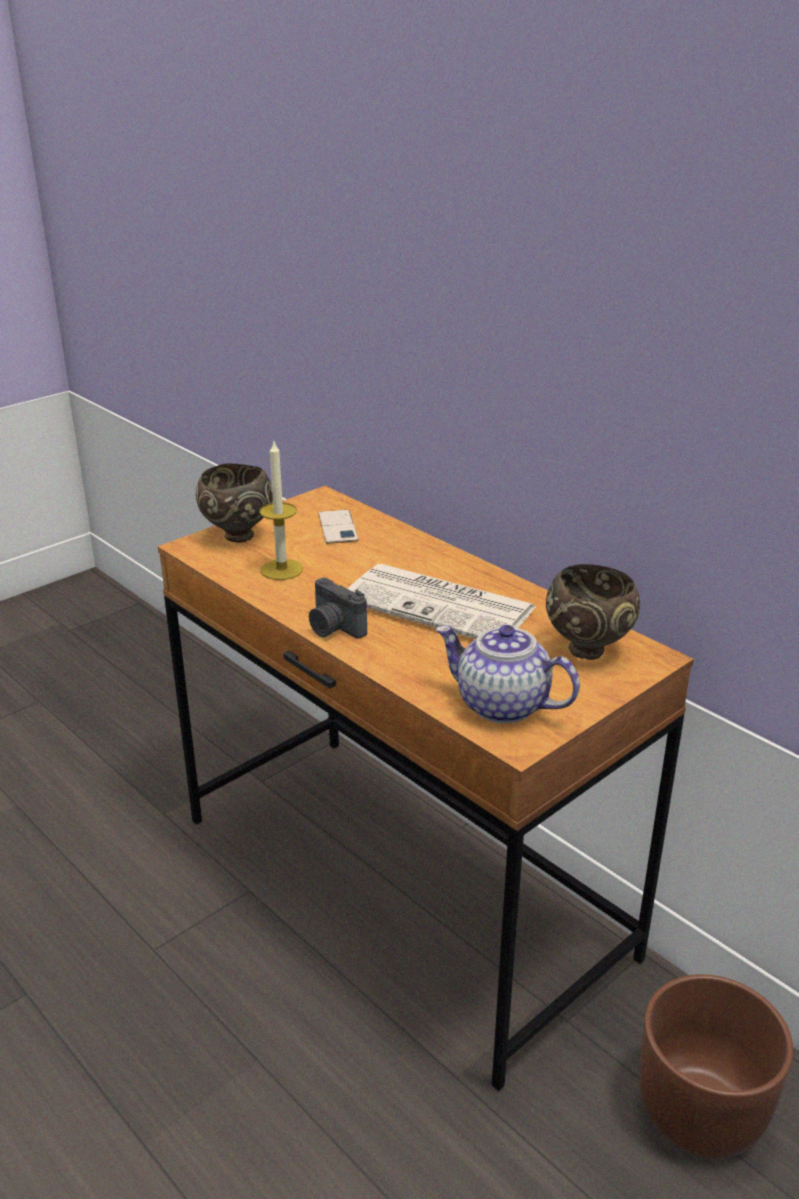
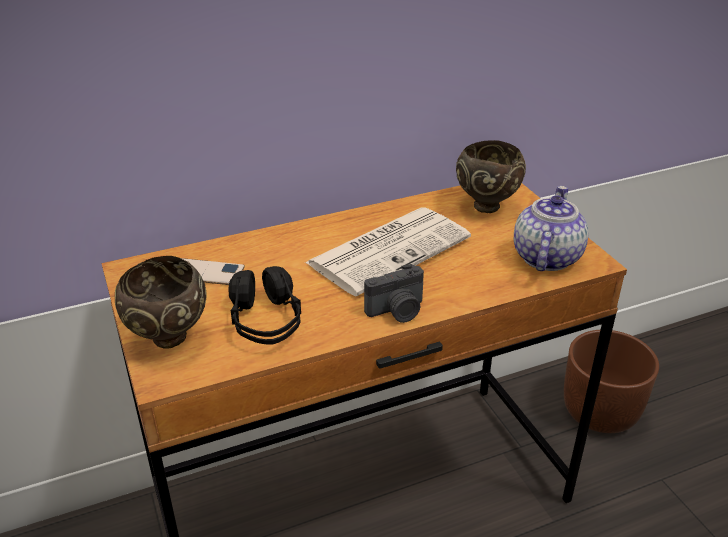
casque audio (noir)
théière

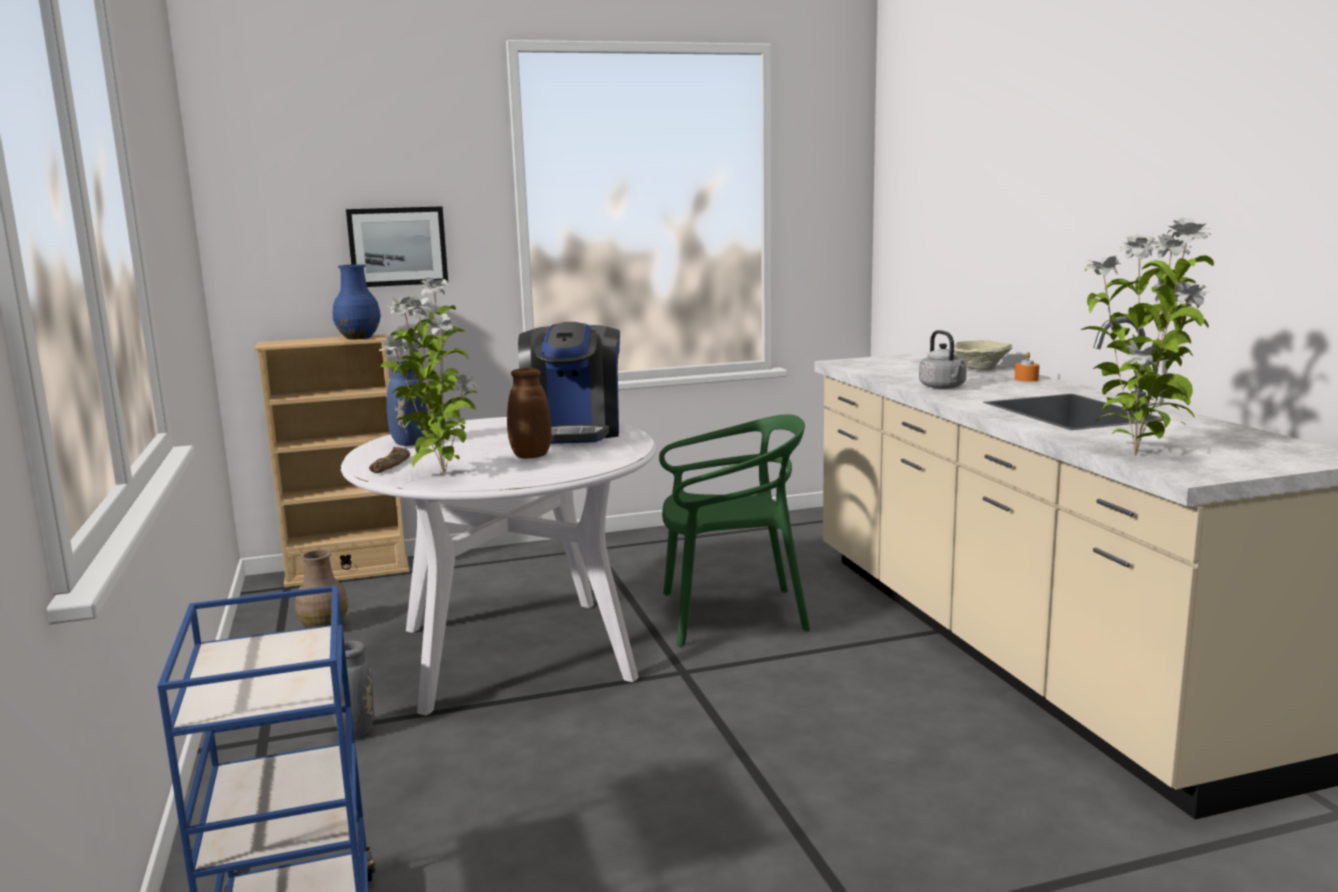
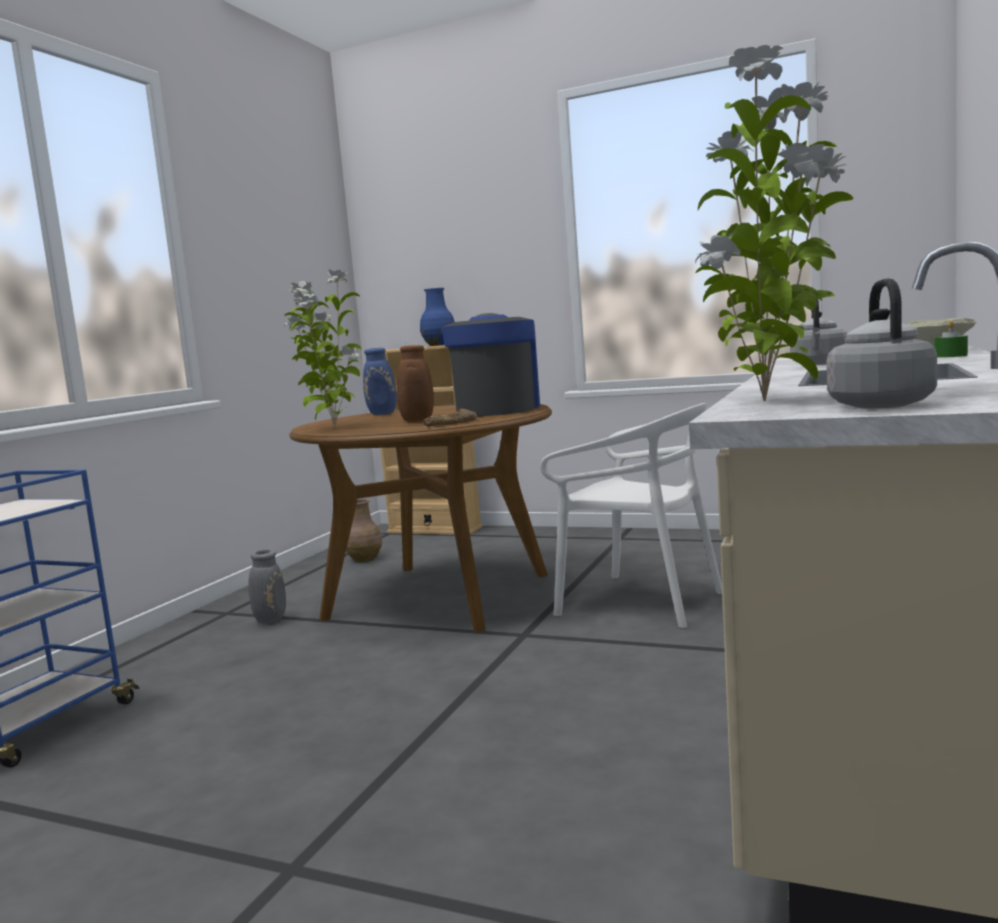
tableau
machine à café
bougie (vert)
chaise (blanc)
table à manger (marron)
pain
bouilloire (gris) (2nd from left)

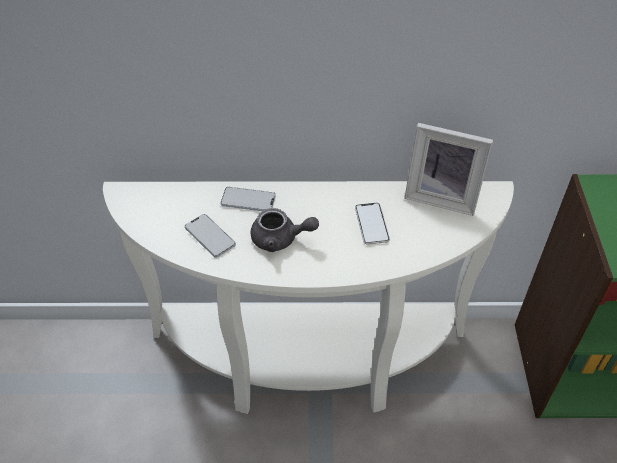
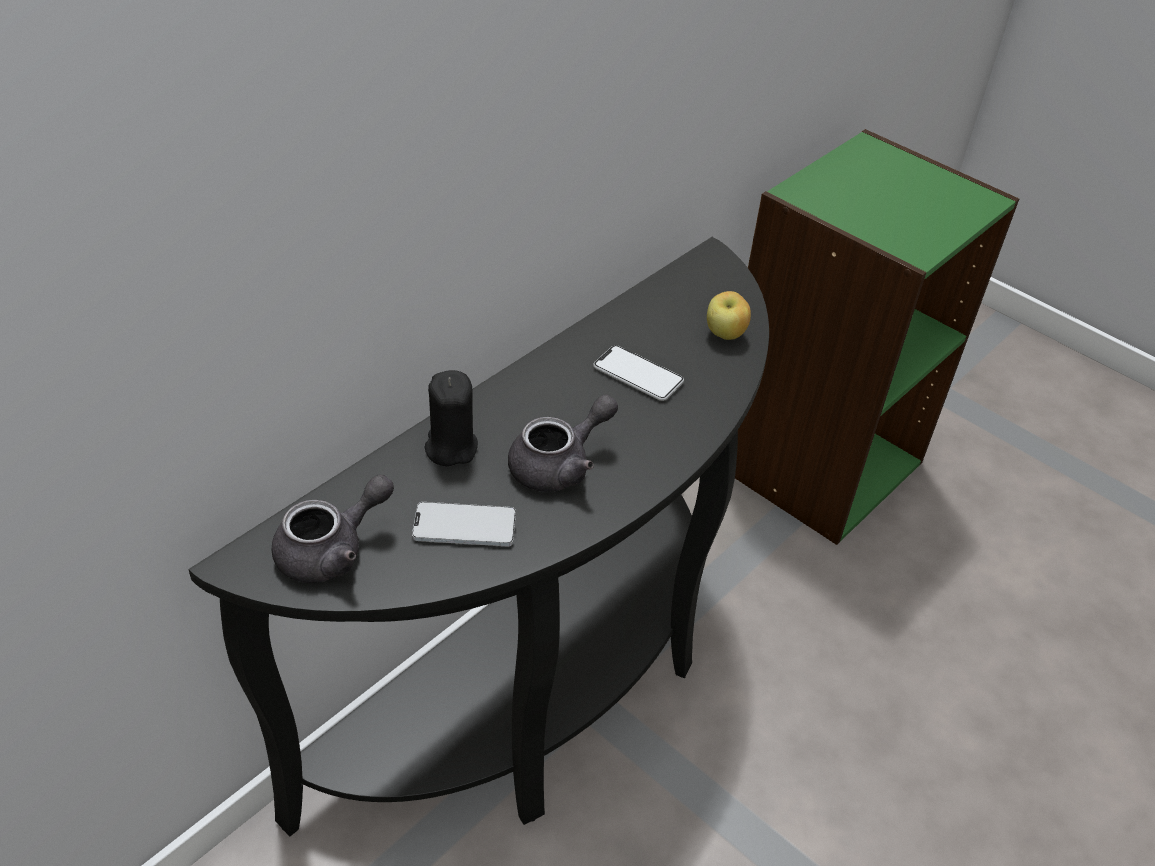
cadre photo
table console (noir)
bougie (noir)
pomme
théière (gris) (1st from left)

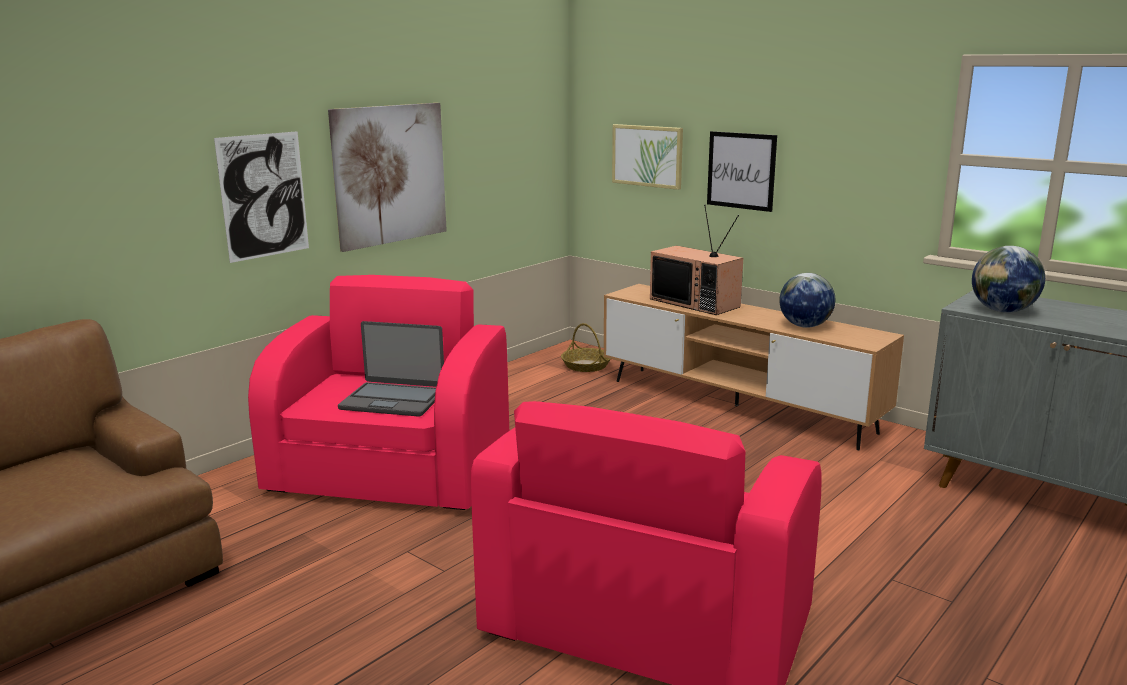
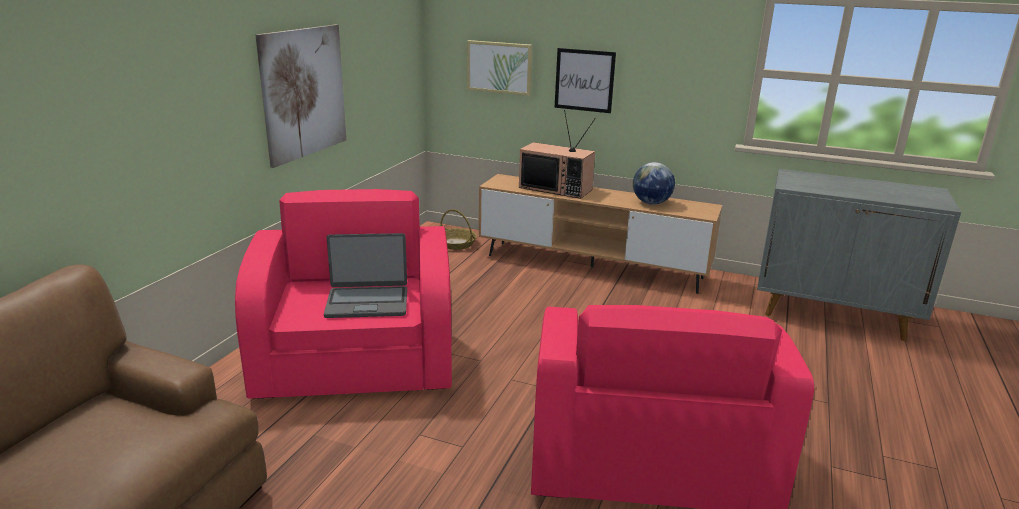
tableau (1st from left in the first image)
globe (2nd from left in the first image)

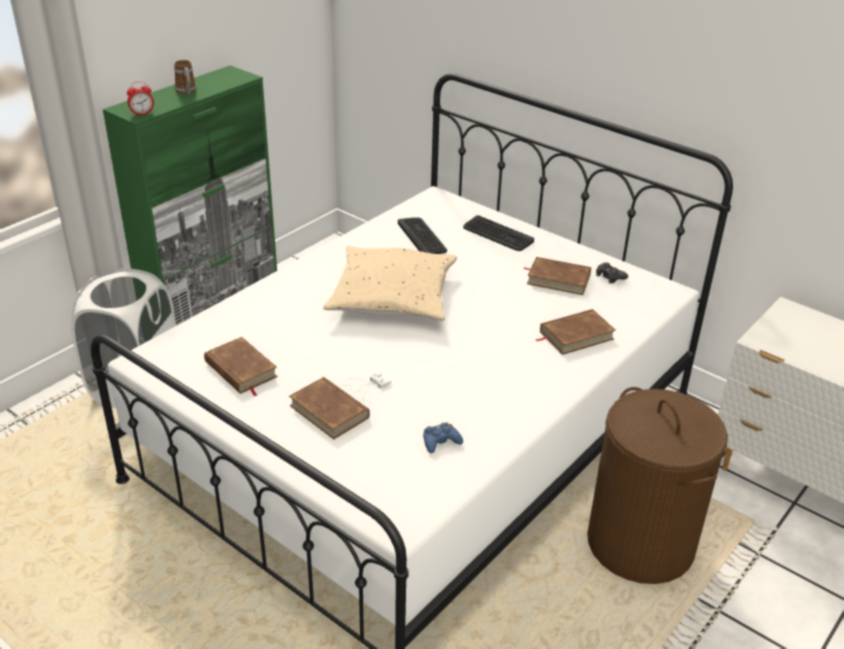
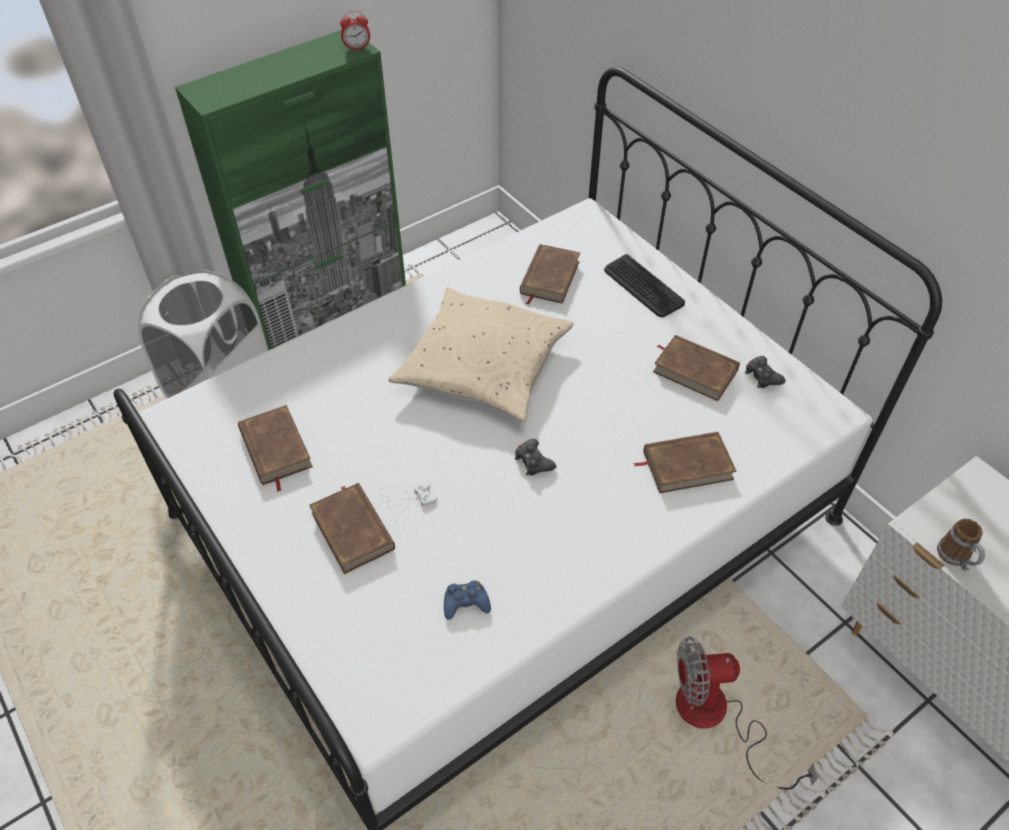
mug
réveil
livre (marron) (3rd from left)
ventilateur
manette (noir) (1st from left)

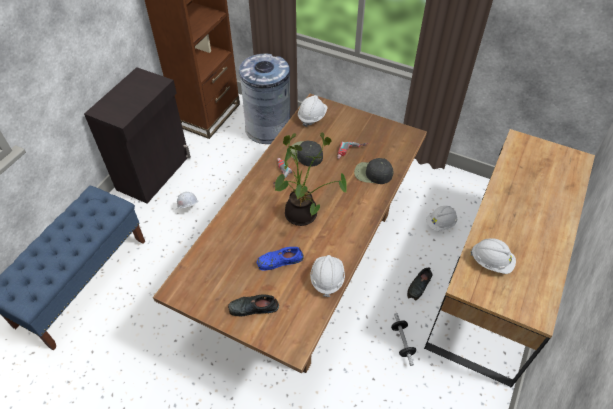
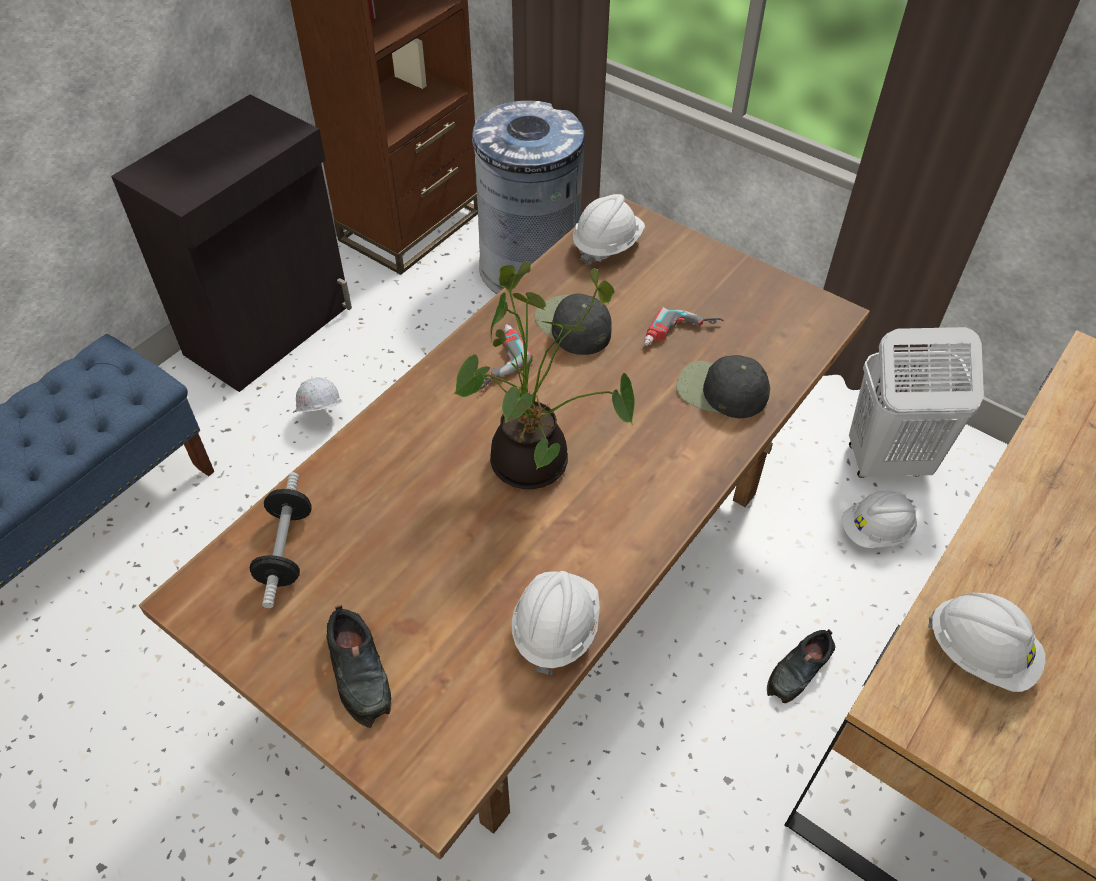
chaussure (bleu)
chaussure (noir) (1st from left)
haltère
panier à linge (blanc)

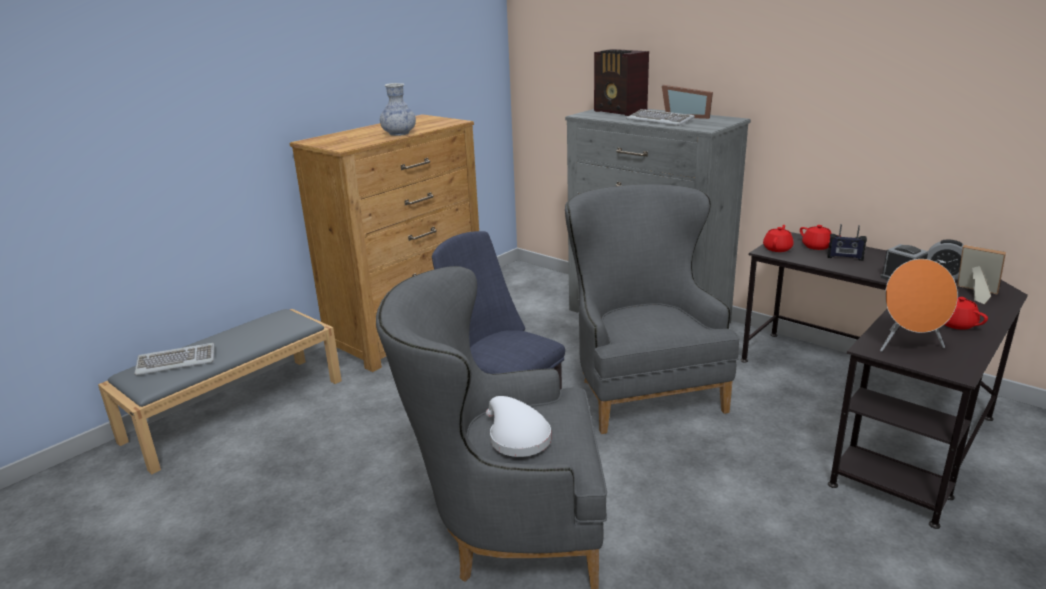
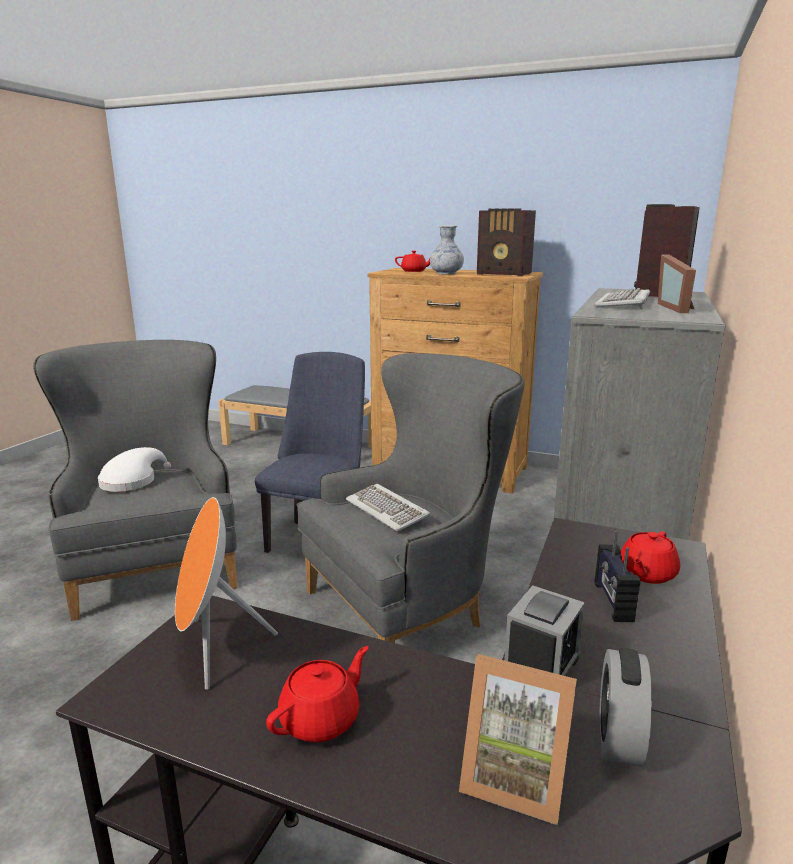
théière (rouge) (2nd from left)
cadre photo (1st from left)
clavier (1st from left)
radio (1st from left)

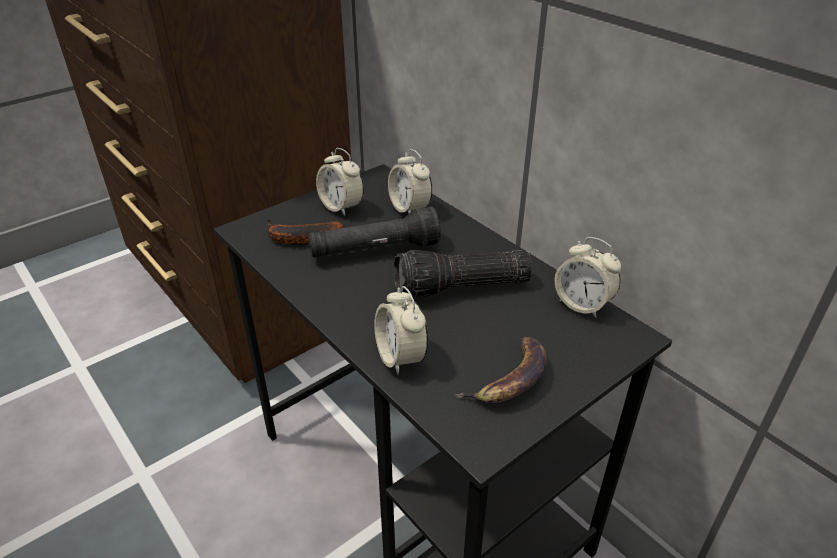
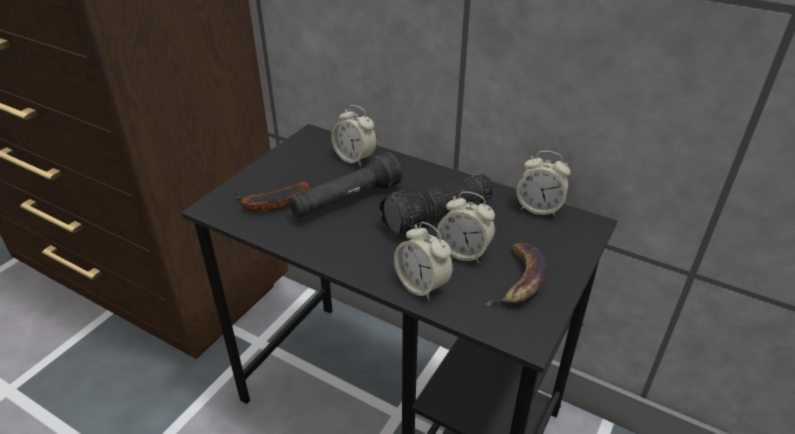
réveil (3rd from left)

